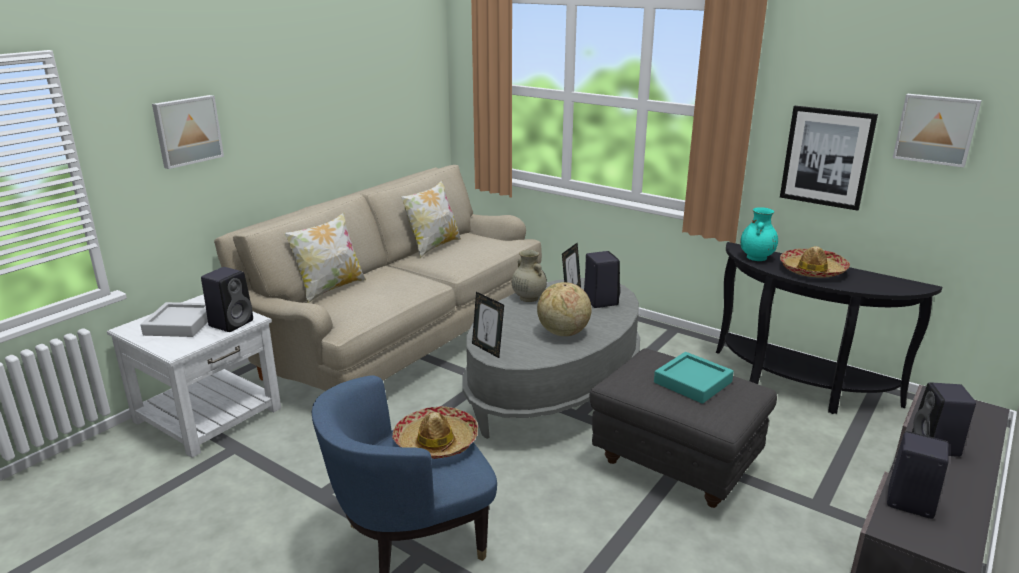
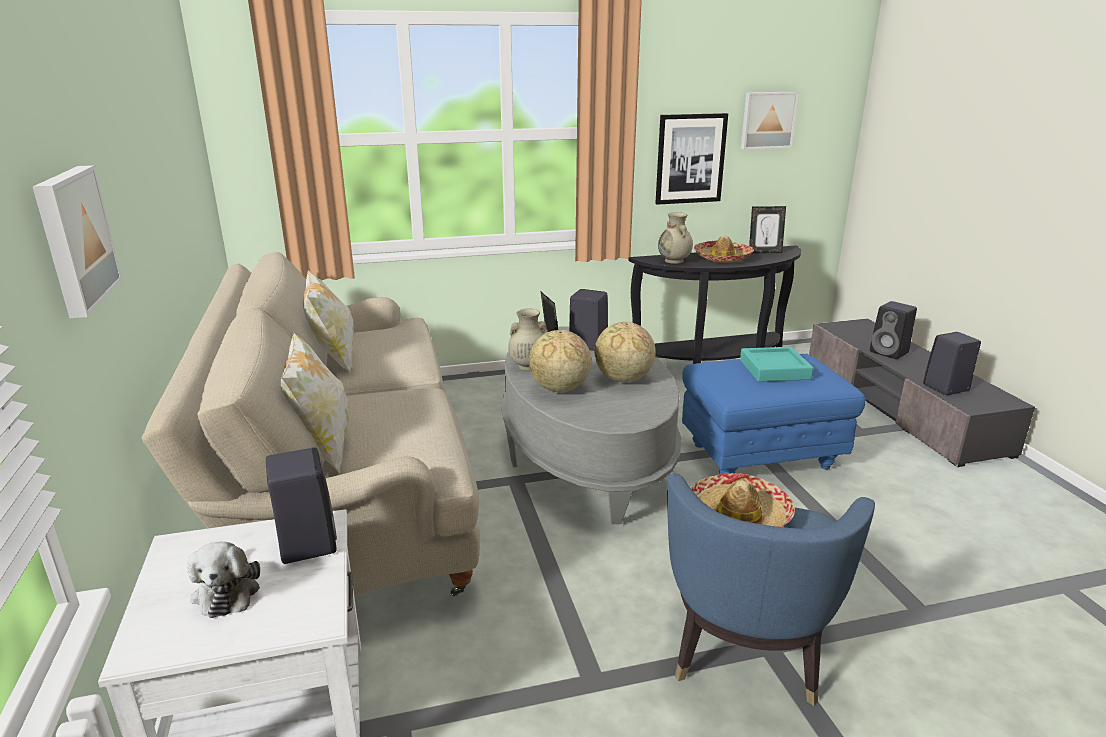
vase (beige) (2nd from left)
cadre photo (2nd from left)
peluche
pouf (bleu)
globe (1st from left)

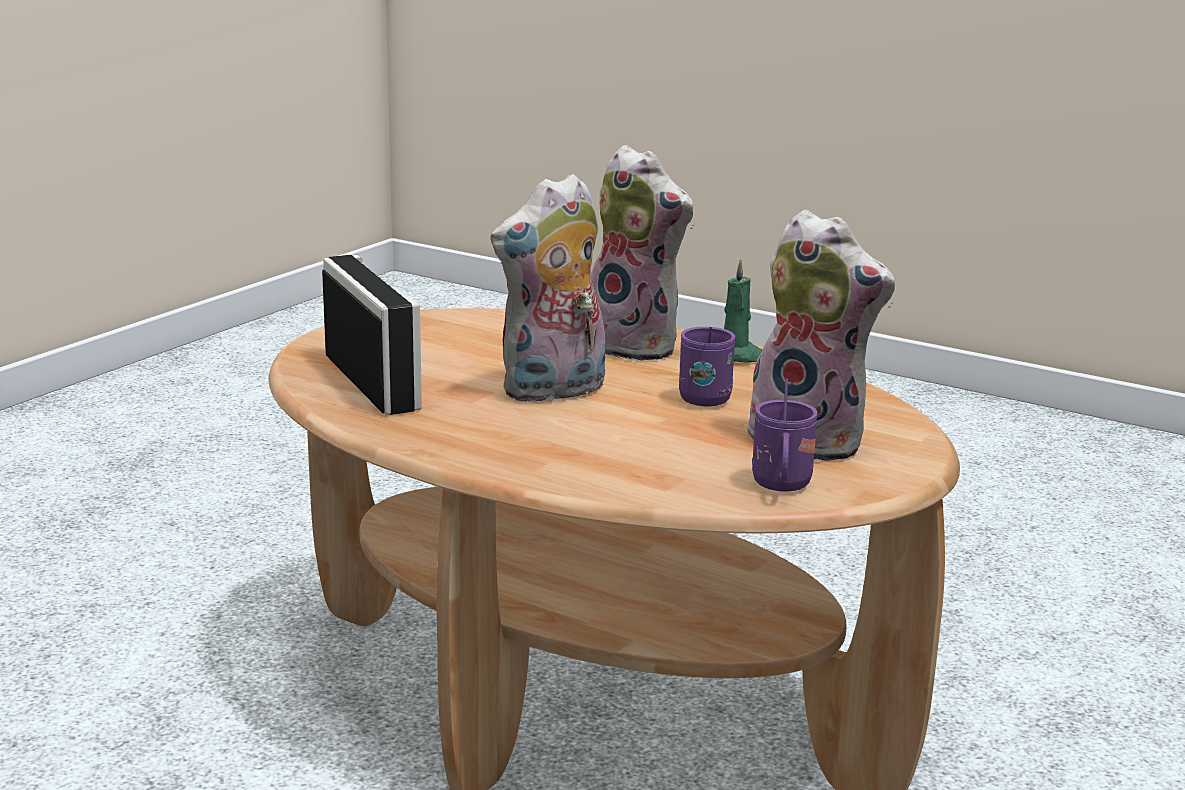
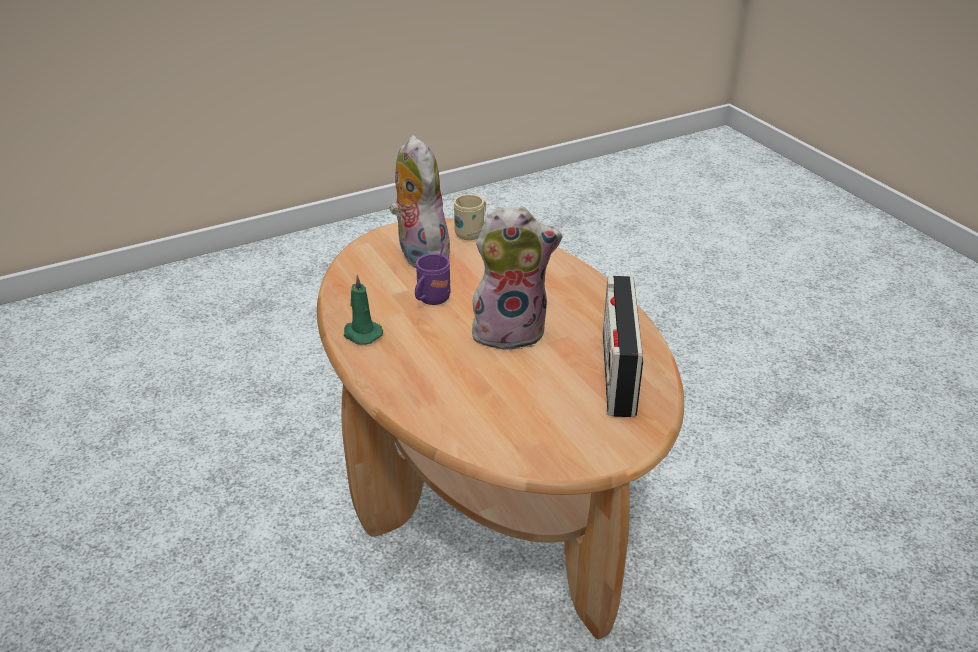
peluche (2nd from left in the first image)
mug (beige)

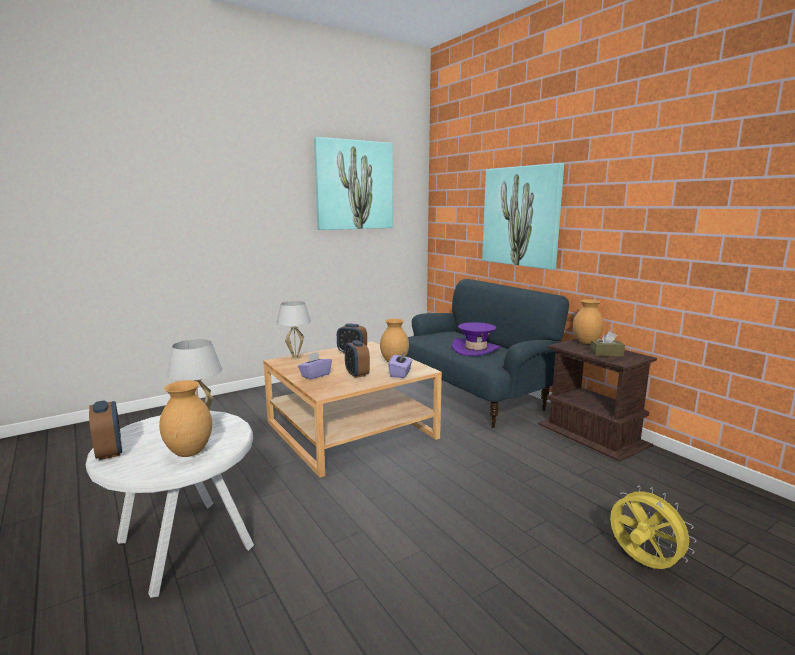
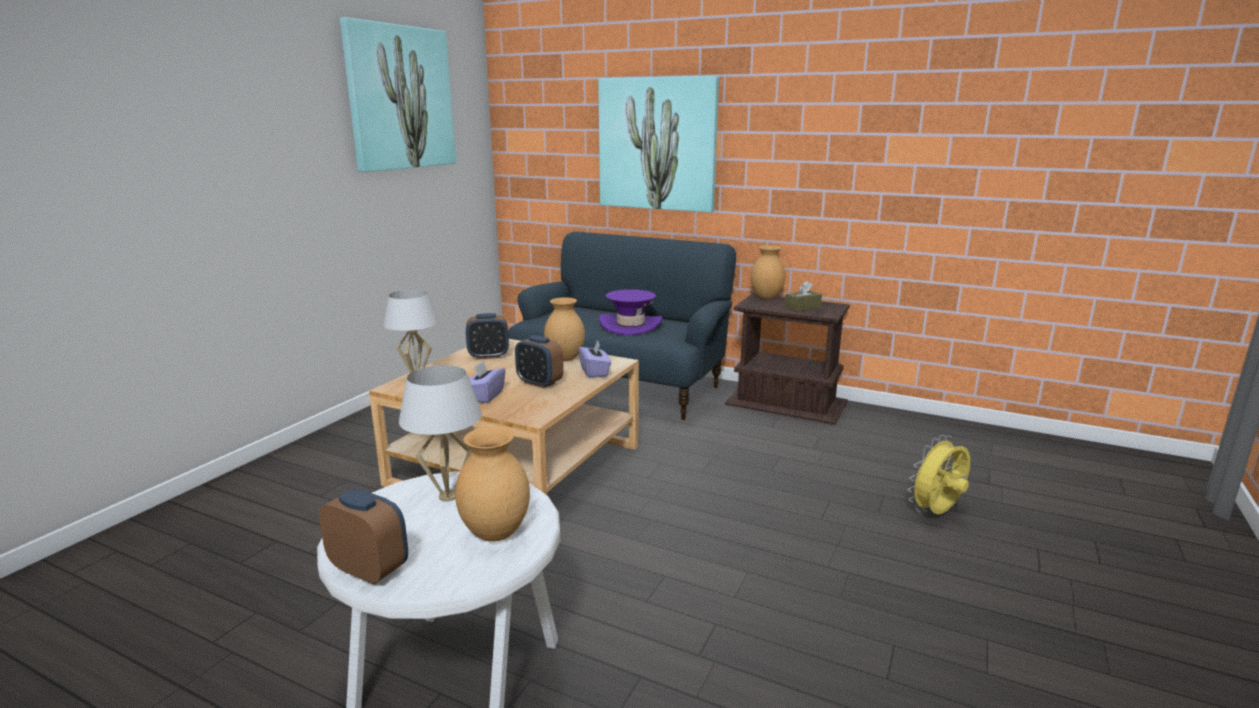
ventilateur (jaune)

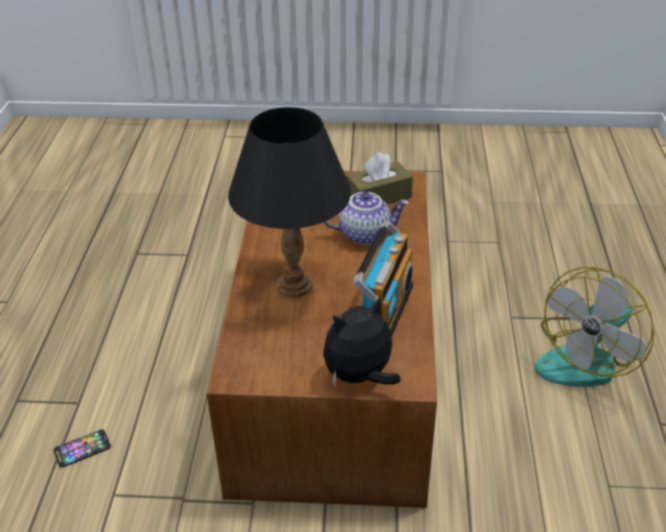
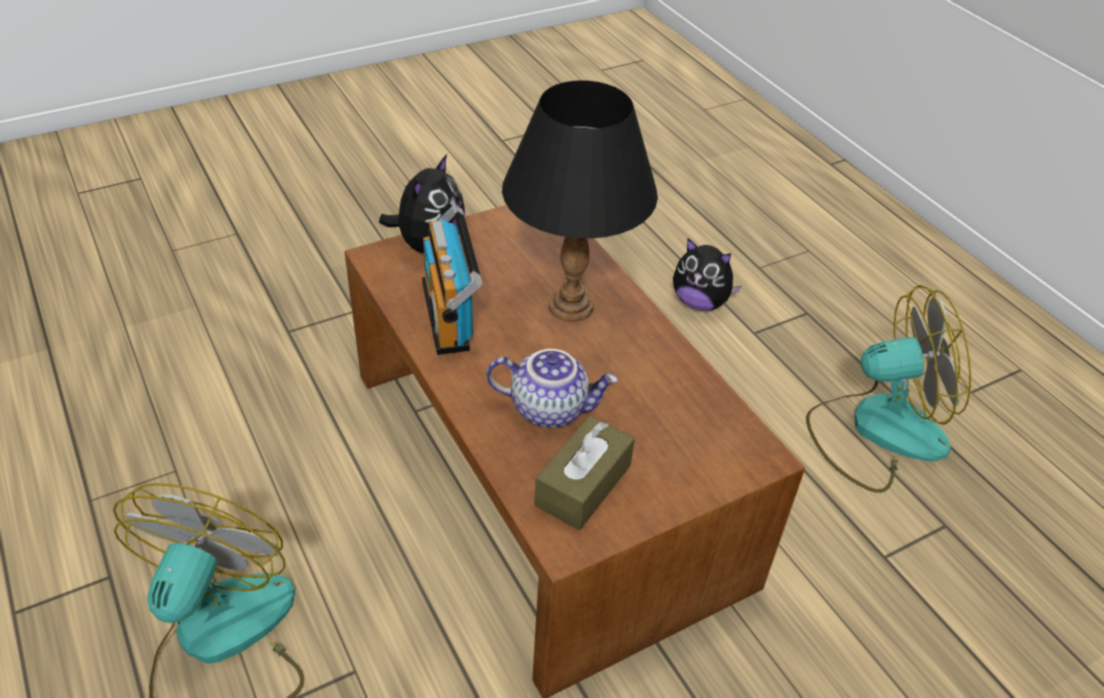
théière
peluche (2nd from left)
ventilateur (2nd from left)

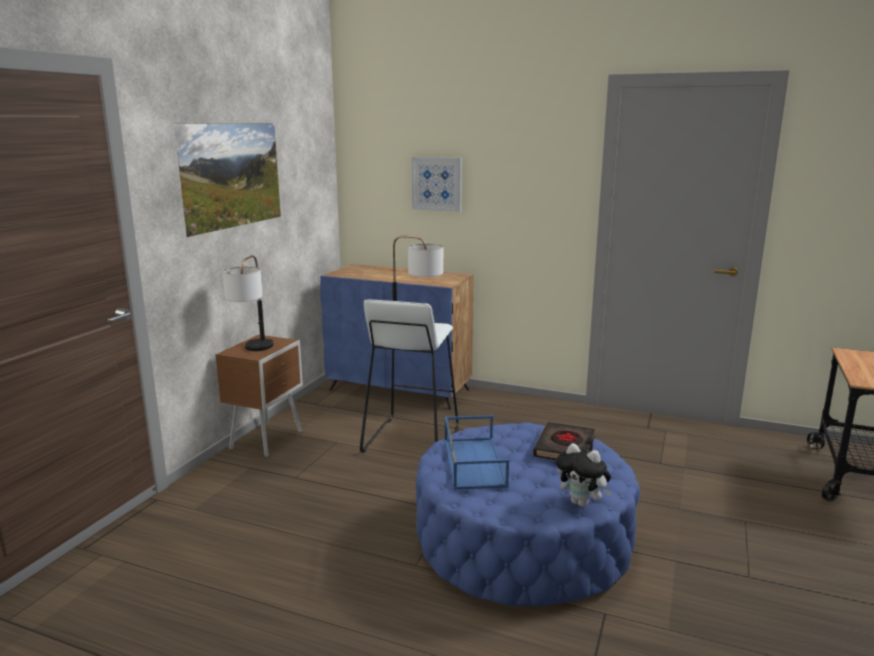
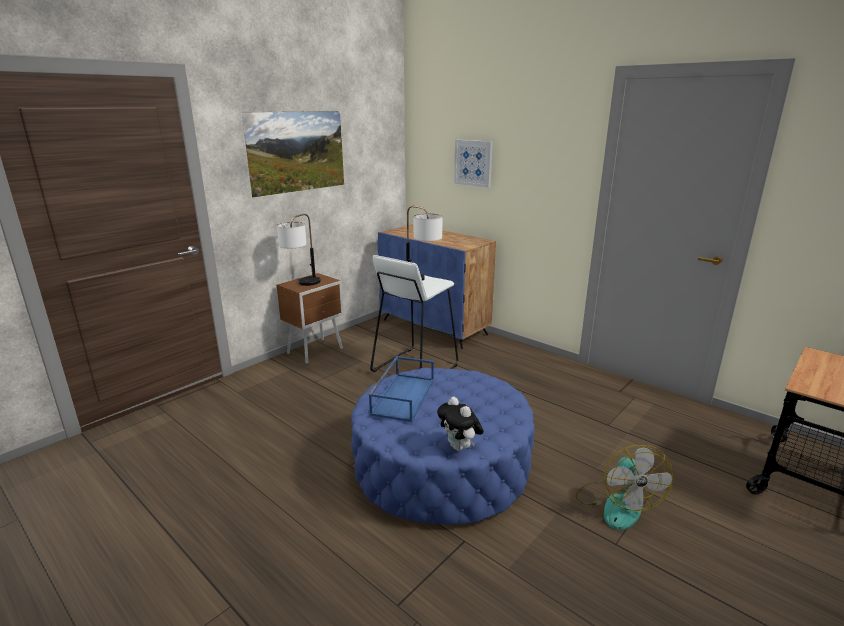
livre (noir)
ventilateur

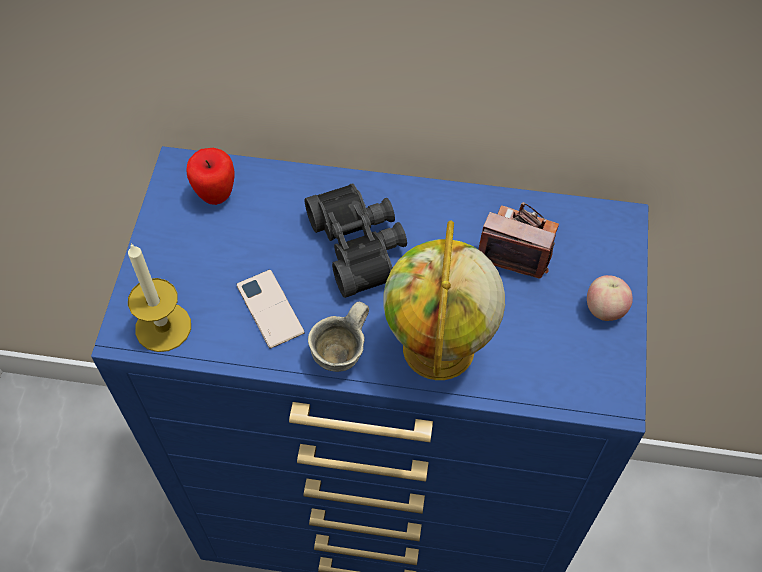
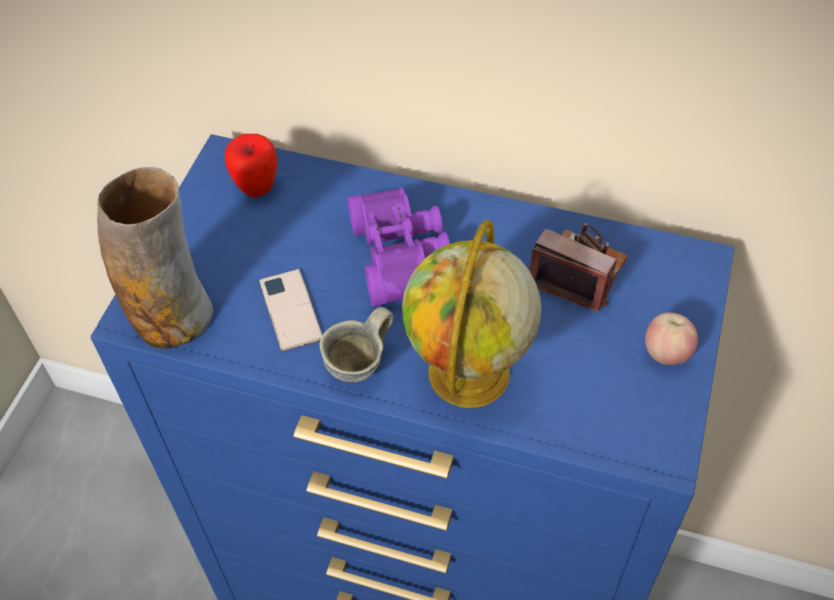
jumelles (violet)
vase

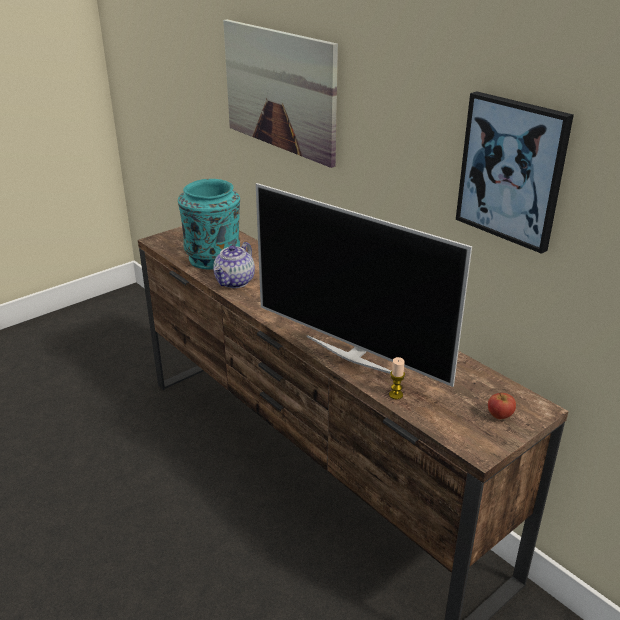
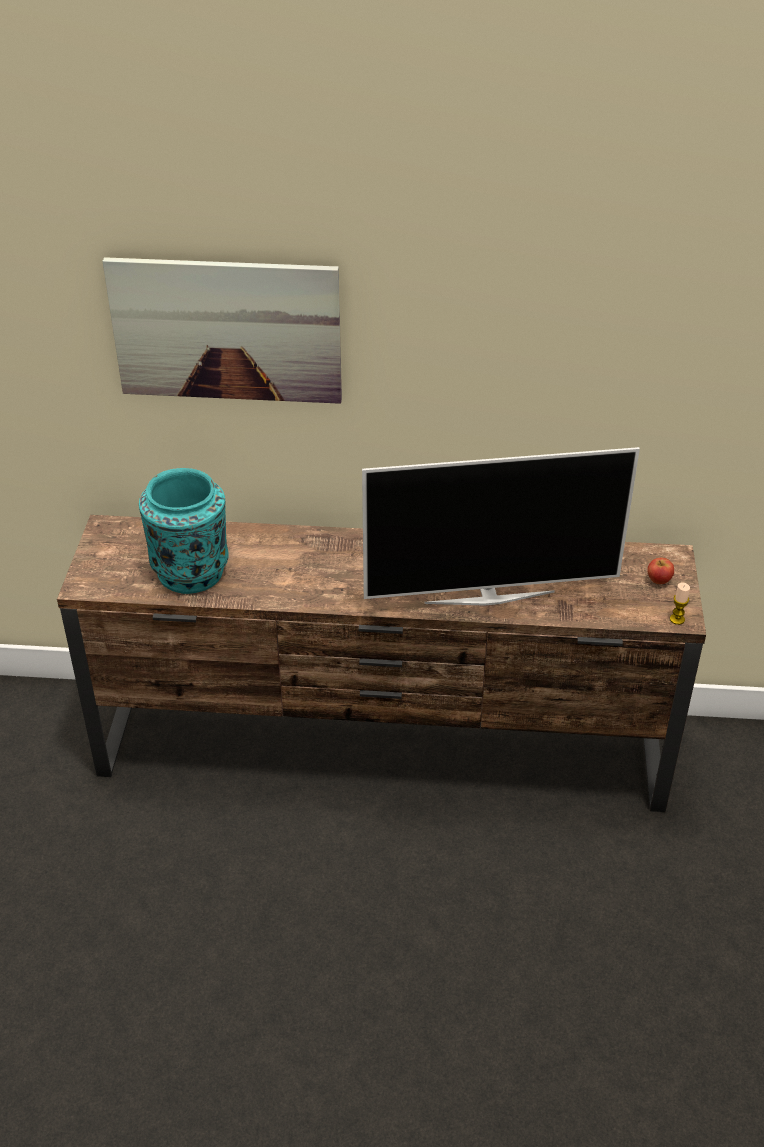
tableau (2nd from left in the first image)
théière
bougie

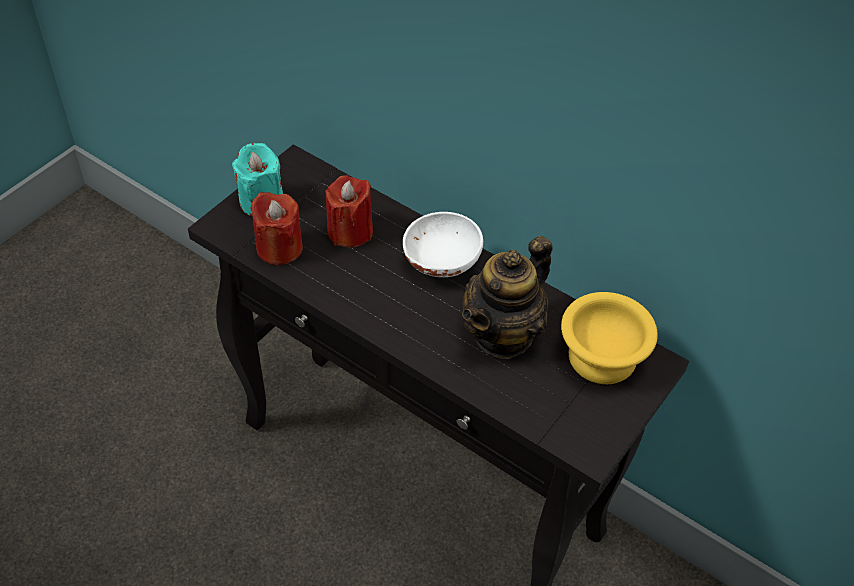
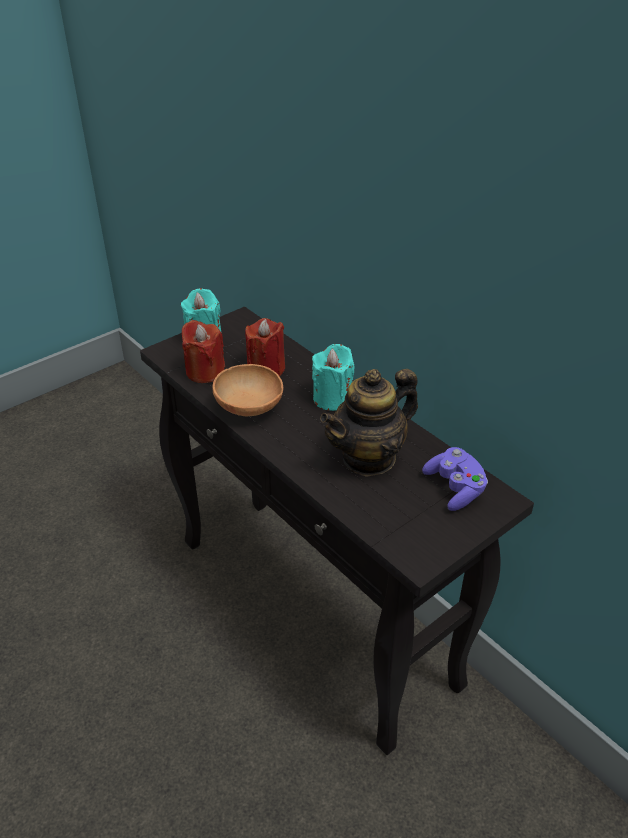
bougie (turquoise) (2nd from left)
manette (violet)
bol (marron)

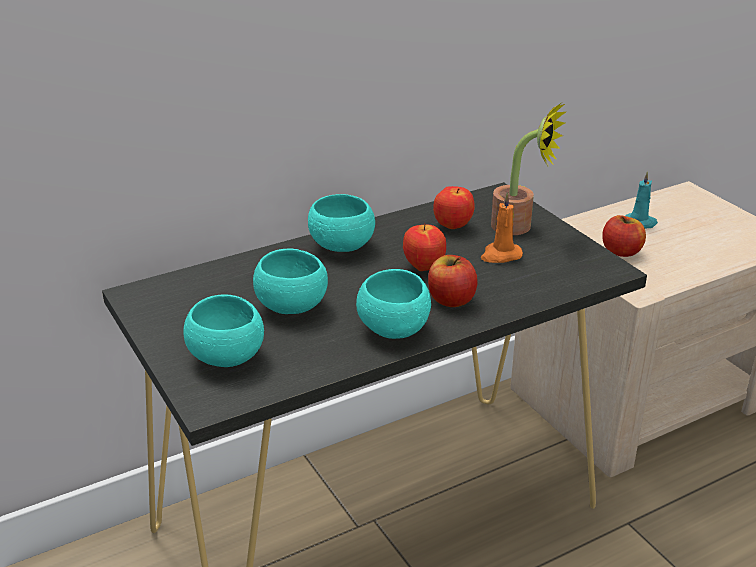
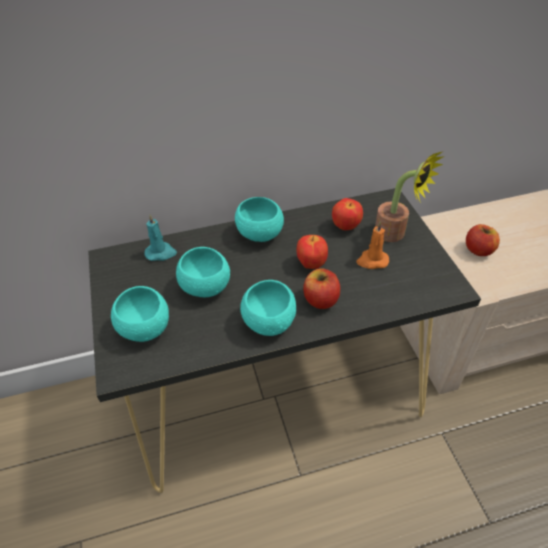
bougie (turquoise)

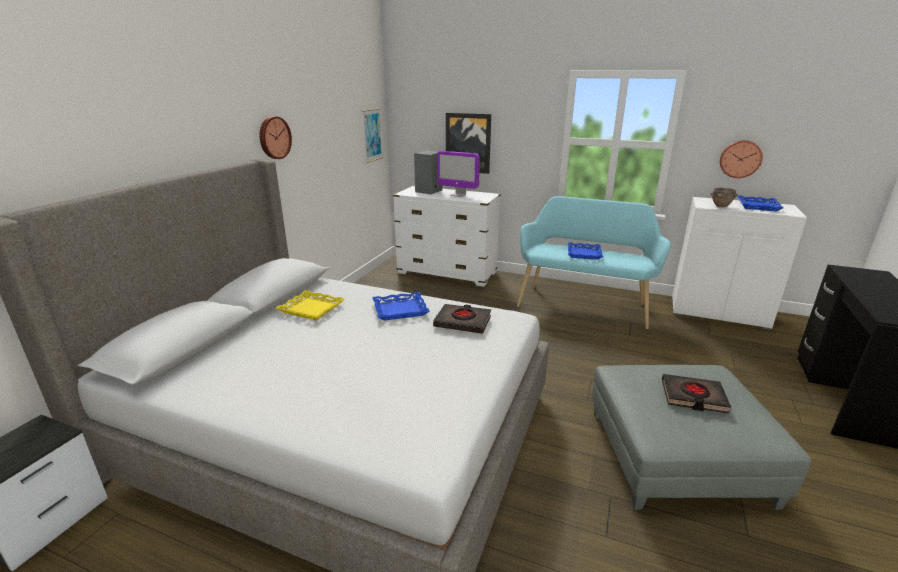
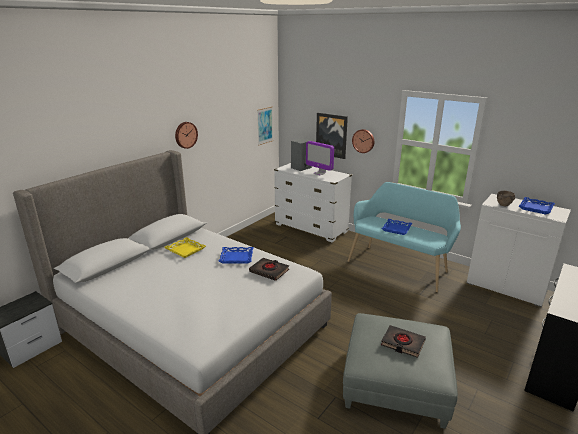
horloge murale (2nd from left)

